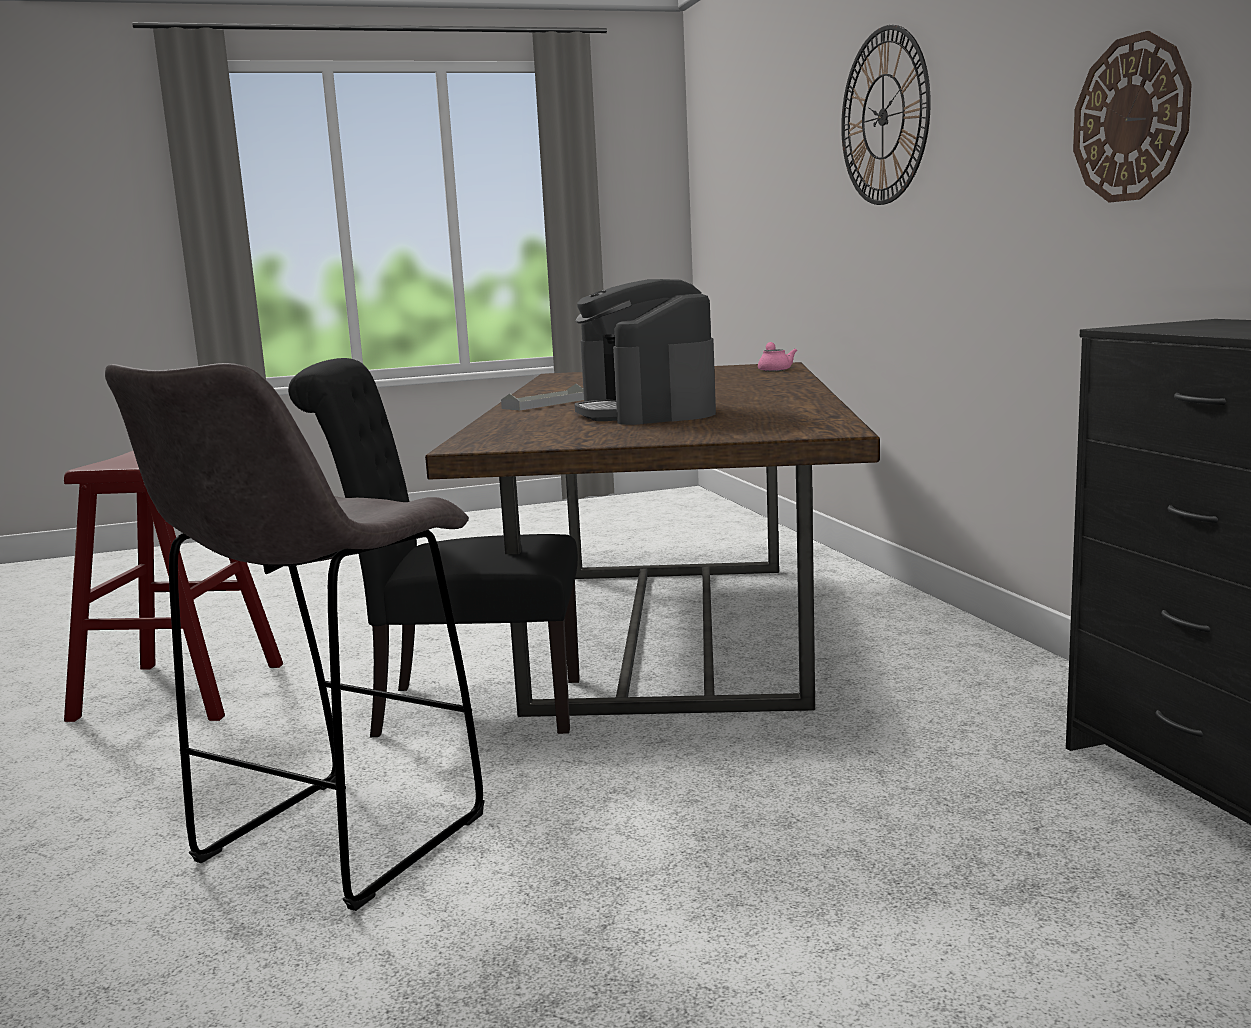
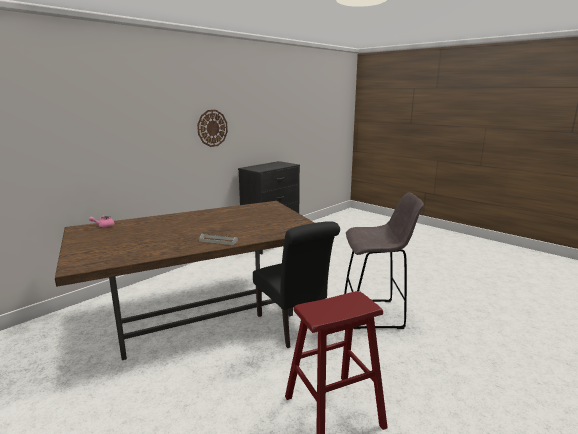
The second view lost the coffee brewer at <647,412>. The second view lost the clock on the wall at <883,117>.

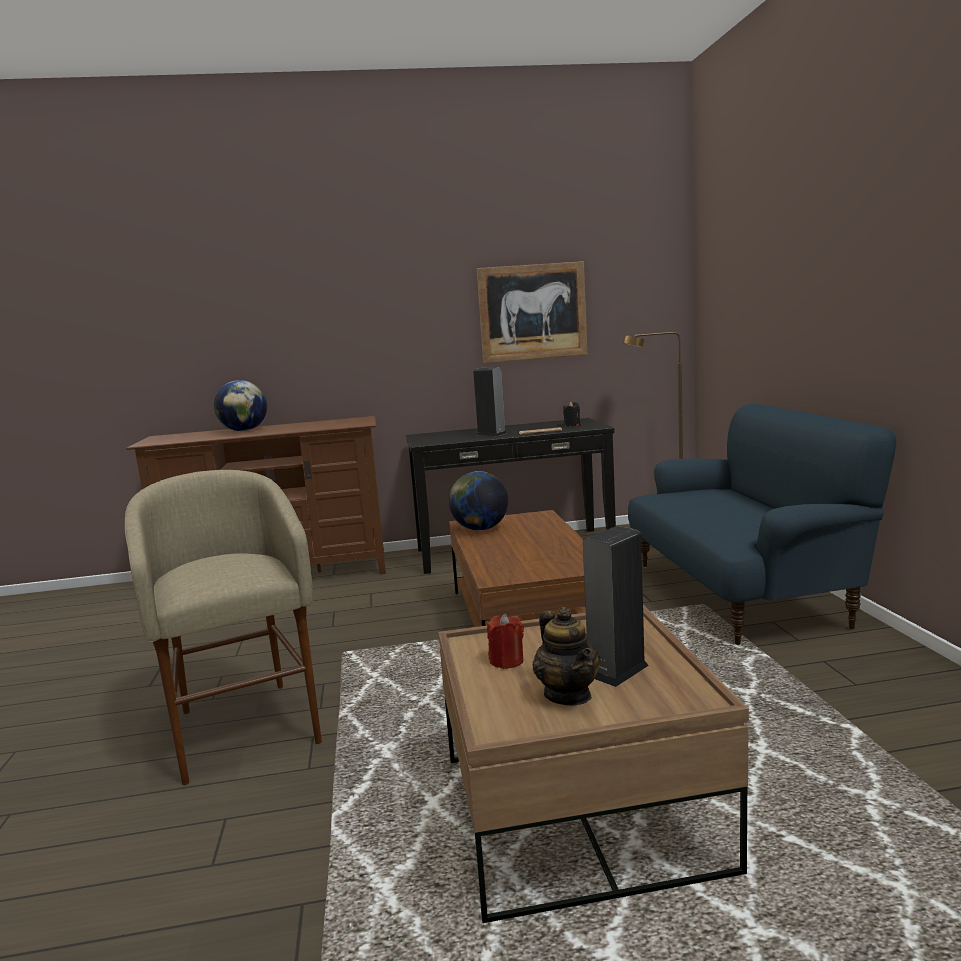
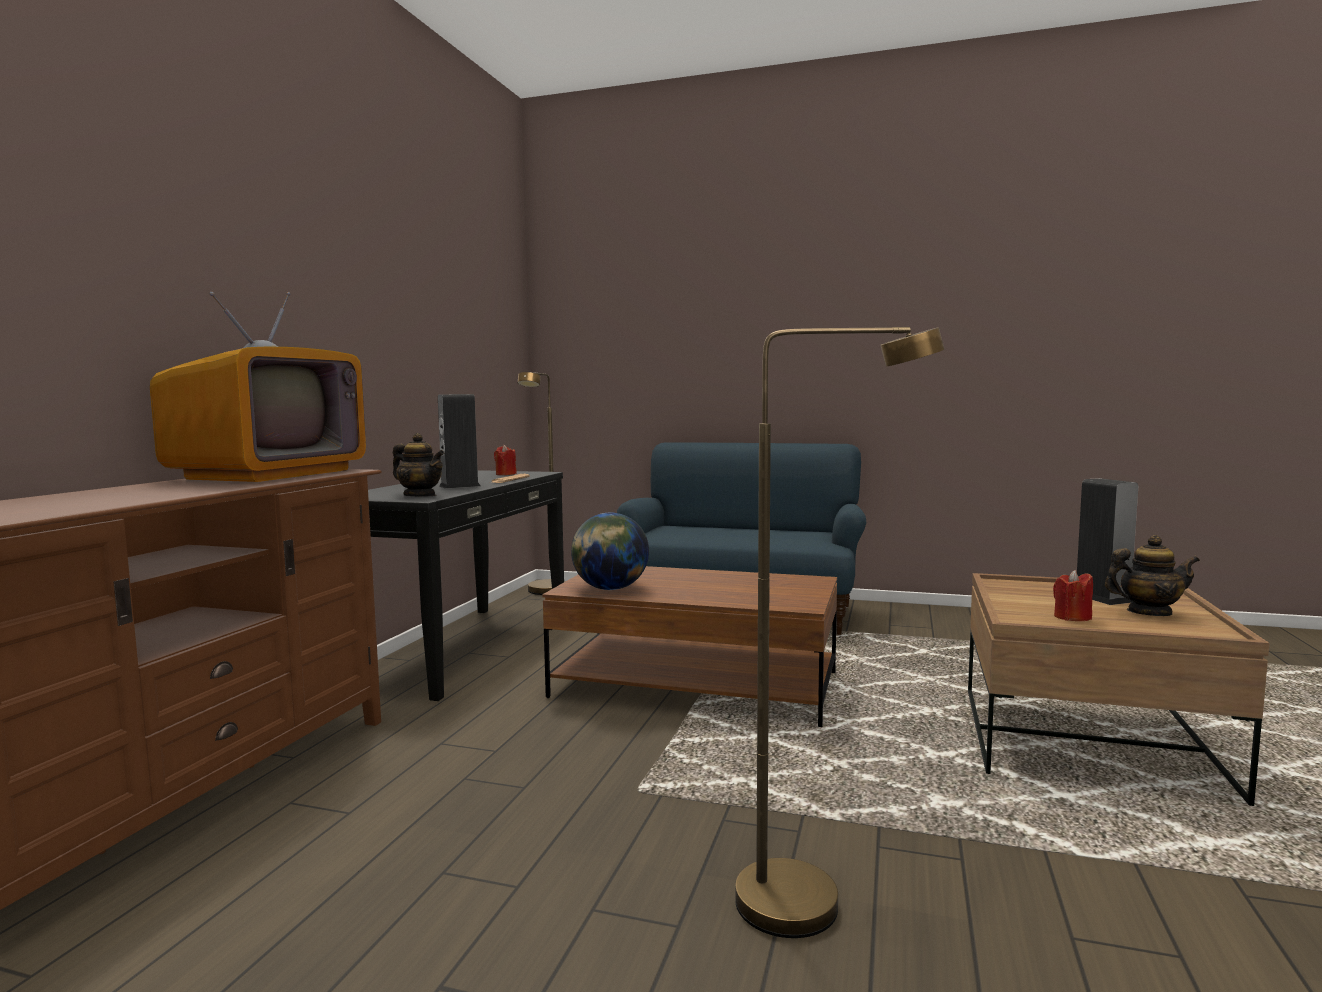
Where the sand-coloured stool seat stood at <243,728>, the brown standing lamp came to stand at <814,900>. The second view lost the world globe at <244,430>. The second view lost the wall picture at <532,312>. What was the black wax light at <572,425> turned into the reddish wax light at <505,474>. The second view gained the TV set at <269,474>. The second view gained the teapot at <420,496>.

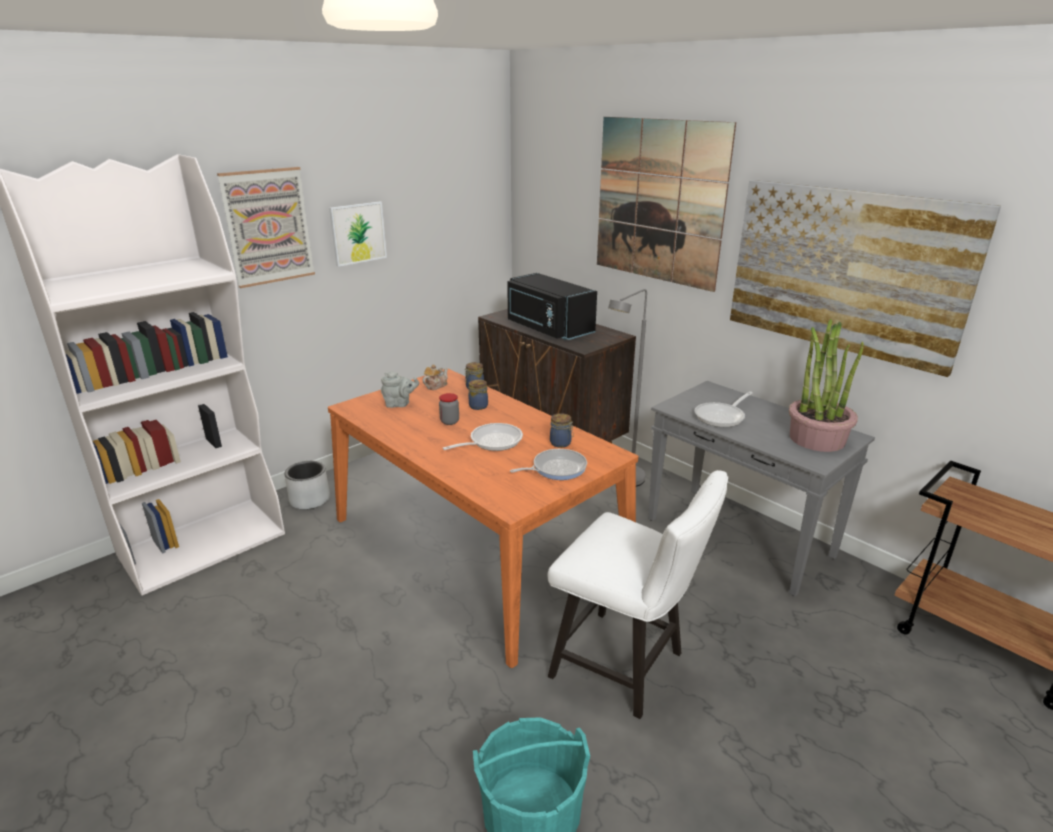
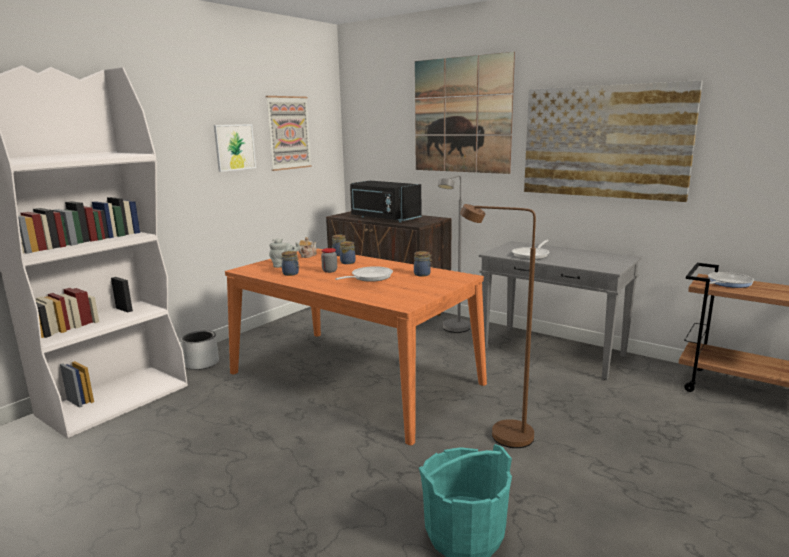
The wall picture ended up elsewhere, having gone from <268,227> to <288,133>. The frying pan ended up elsewhere, having gone from <556,468> to <728,283>. Where the whitish plain chair stood at <626,667>, the brown standing lamp came to stand at <500,434>. The second view lost the potted plant at <816,438>. The second view gained the jar at <291,274>.

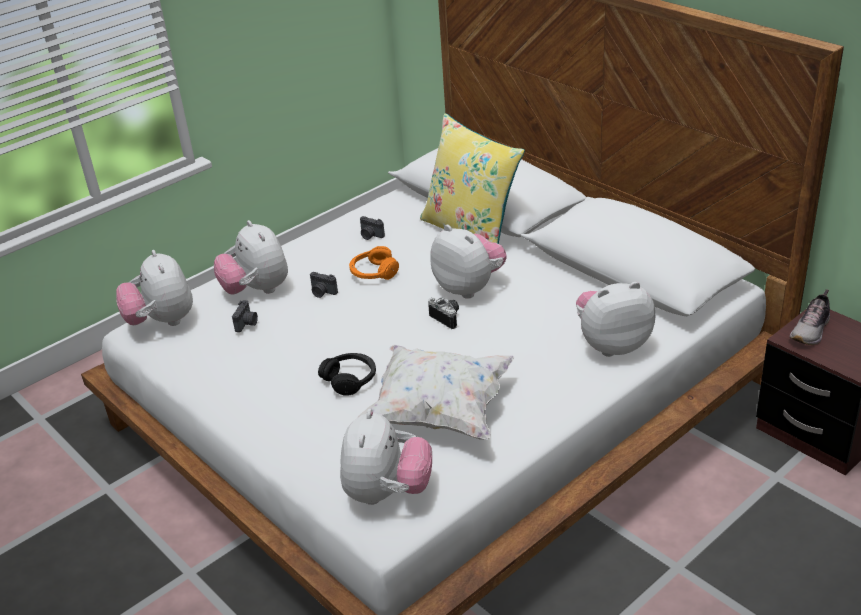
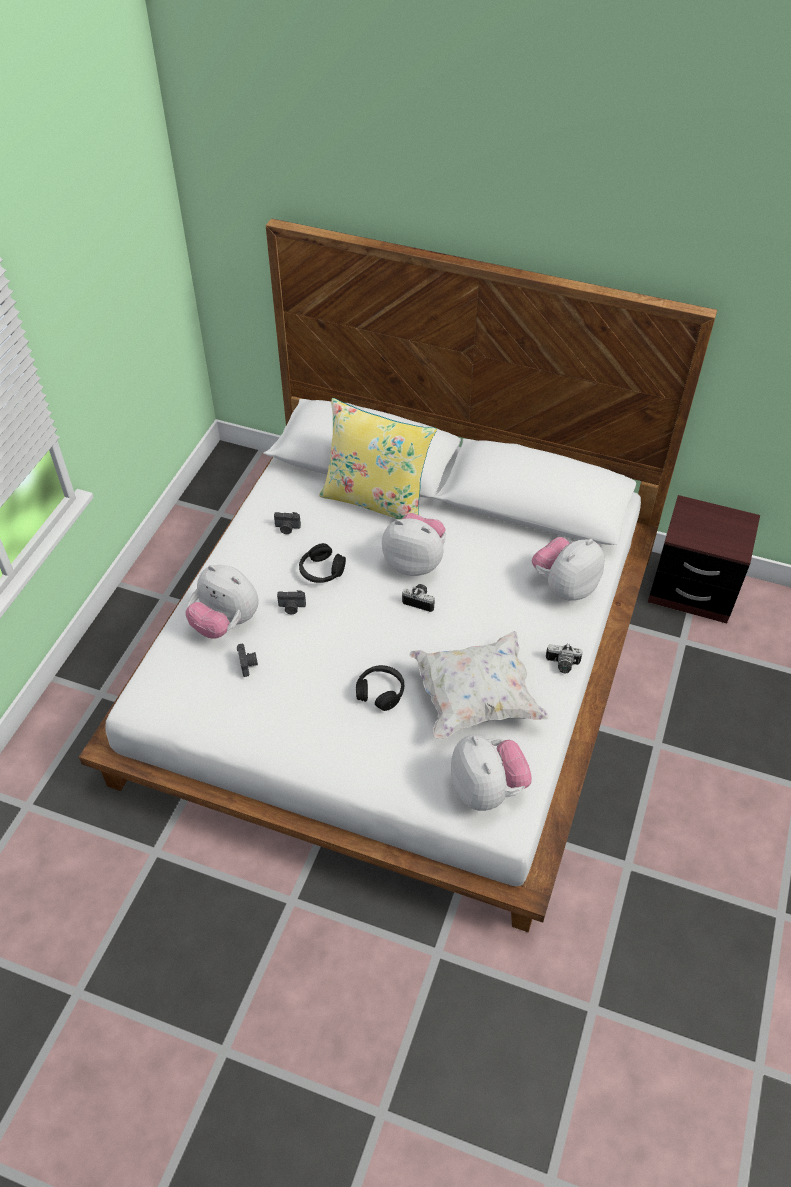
The second view lost the plush toy at <162,321>. What was the orange-coloured pair of headphones at <373,273> turned into the black pair of headphones at <321,571>. The second view lost the low shoe at <811,330>. The second view gained the still camera at <562,665>.

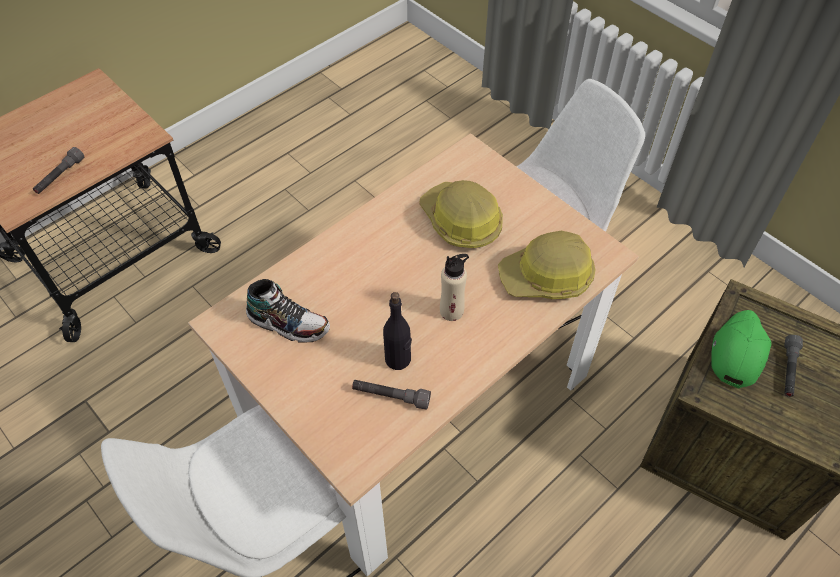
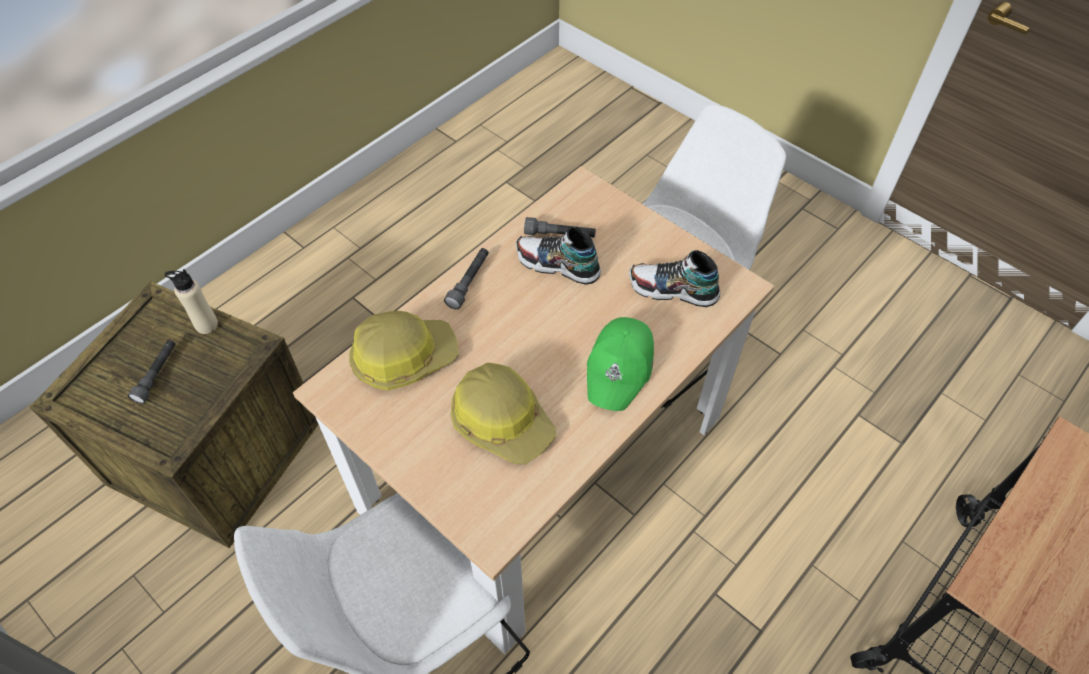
The gray torch ended up elsewhere, having gone from <60,176> to <469,282>. Where the black beverage bottle stood at <398,359>, the low shoe came to stand at <557,265>. The sand-coloured beverage bottle ended up elsewhere, having gone from <452,311> to <206,325>. The greenish baseball cap ended up elsewhere, having gone from <737,351> to <620,368>.

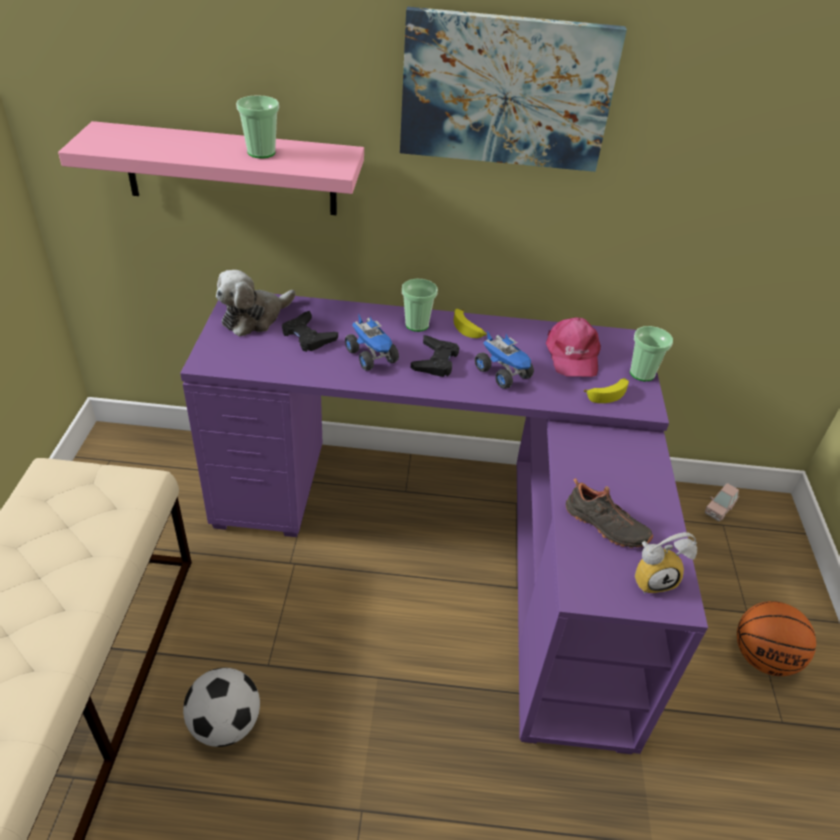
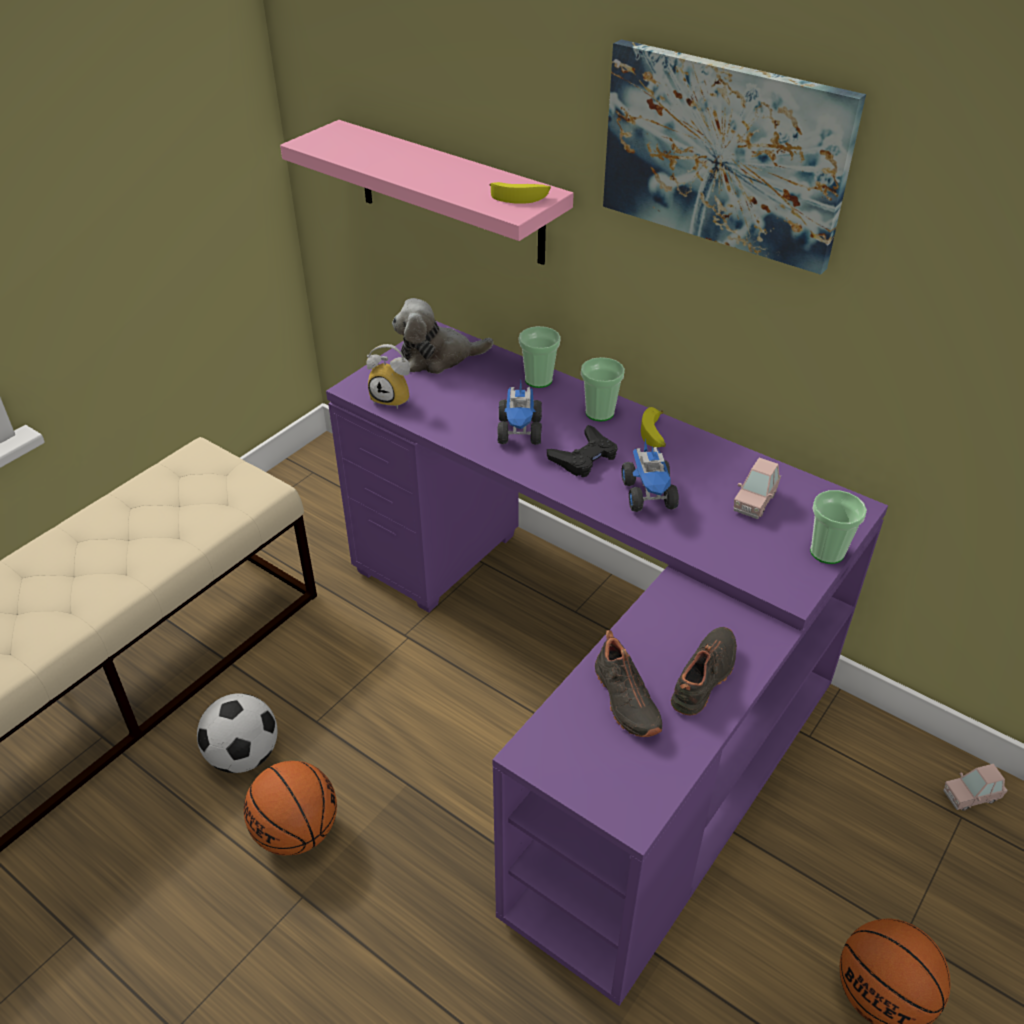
The cup ended up elsewhere, having gone from <261,153> to <538,380>. The second view lost the black gamepad at <308,336>. Where the pinkish baseball cap stood at <572,355>, the pinkish miniature car came to stand at <754,502>. The whole banana ended up elsewhere, having gone from <608,393> to <520,197>. The bedside clock ended up elsewhere, having gone from <653,578> to <394,398>. The second view gained the ball for basketball at <297,832>. The second view gained the black low shoe at <705,678>.

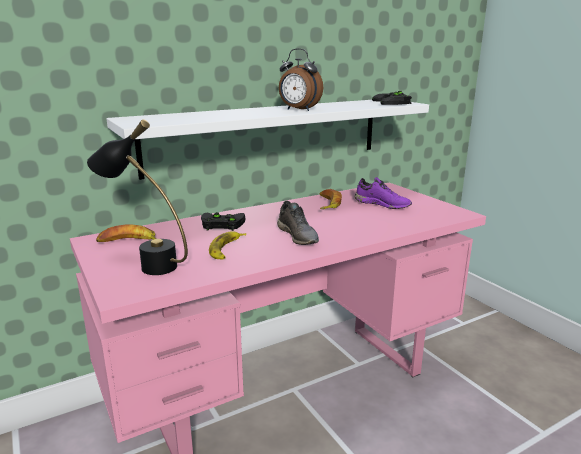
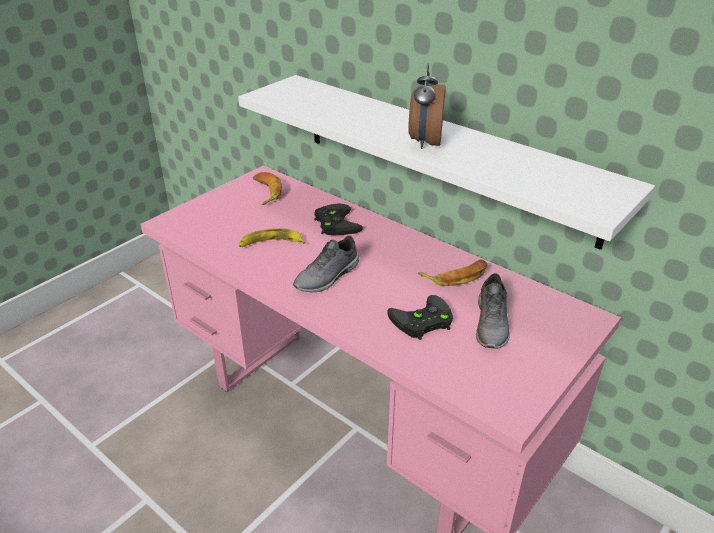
The second view lost the black table lamp at <146,264>. What was the purple low shoe at <382,204> turned into the gray low shoe at <492,324>. The black gamepad ended up elsewhere, having gone from <394,103> to <421,322>.

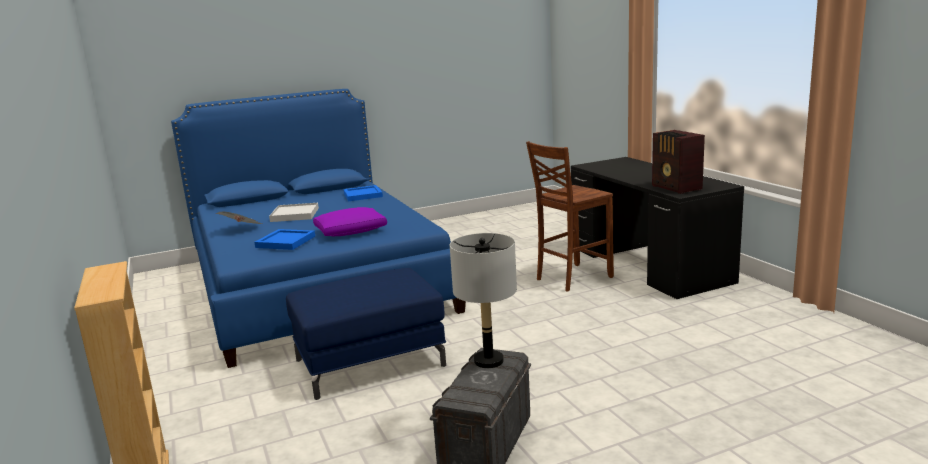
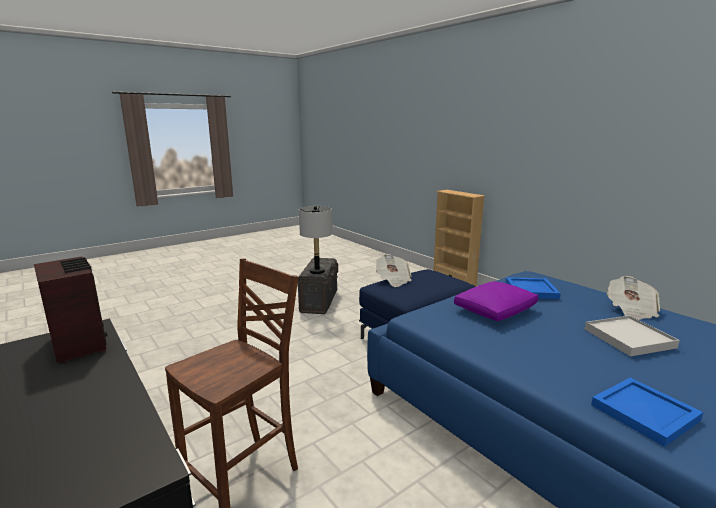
The second view gained the printed paper at <393,280>.

